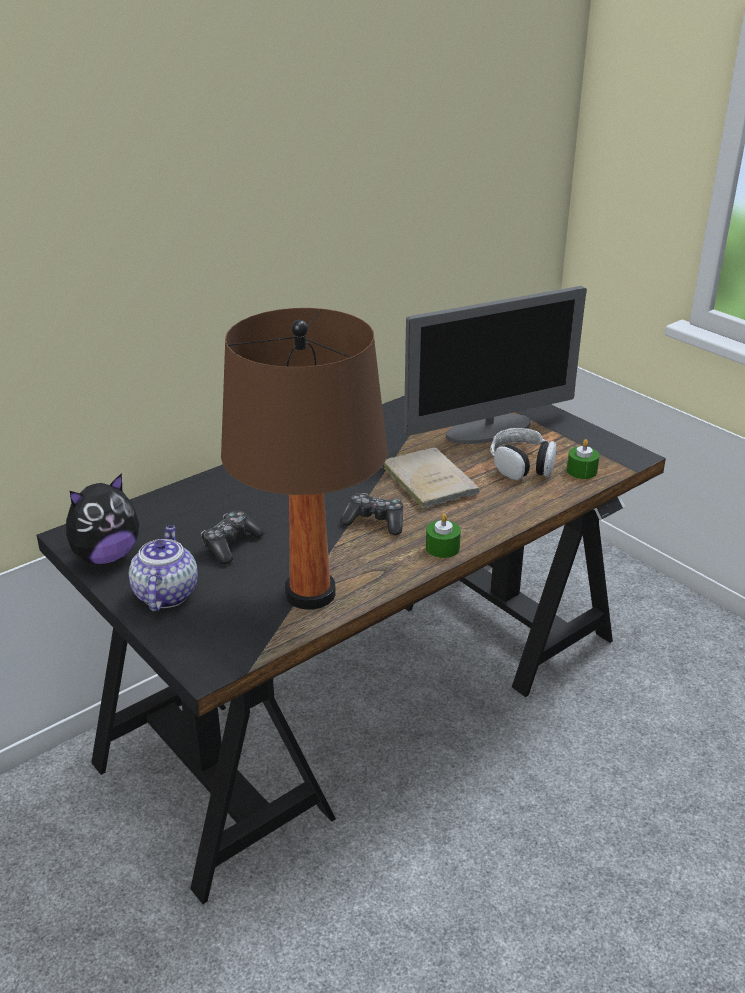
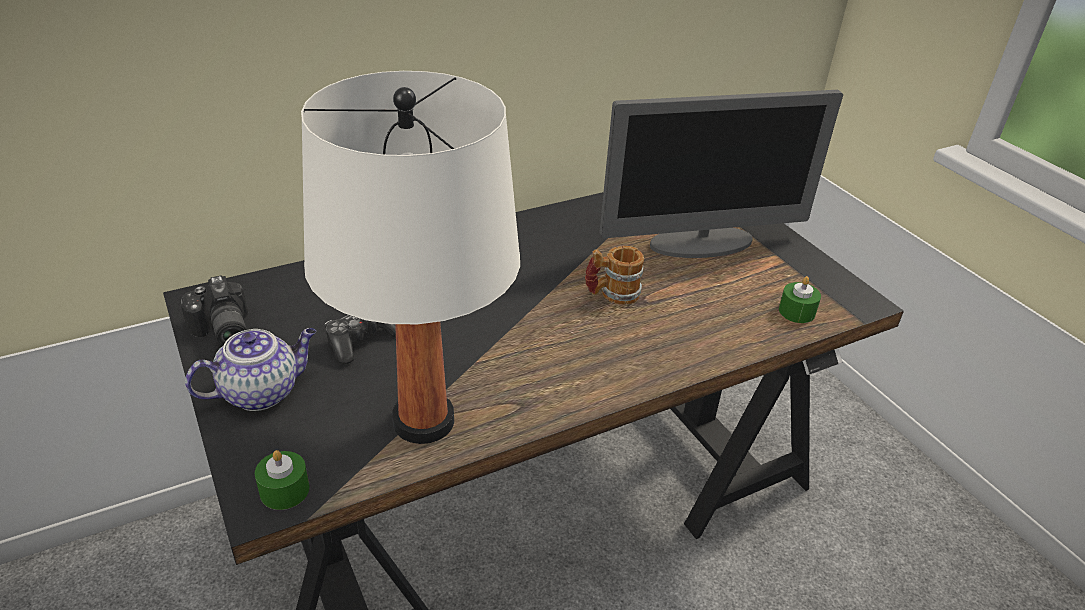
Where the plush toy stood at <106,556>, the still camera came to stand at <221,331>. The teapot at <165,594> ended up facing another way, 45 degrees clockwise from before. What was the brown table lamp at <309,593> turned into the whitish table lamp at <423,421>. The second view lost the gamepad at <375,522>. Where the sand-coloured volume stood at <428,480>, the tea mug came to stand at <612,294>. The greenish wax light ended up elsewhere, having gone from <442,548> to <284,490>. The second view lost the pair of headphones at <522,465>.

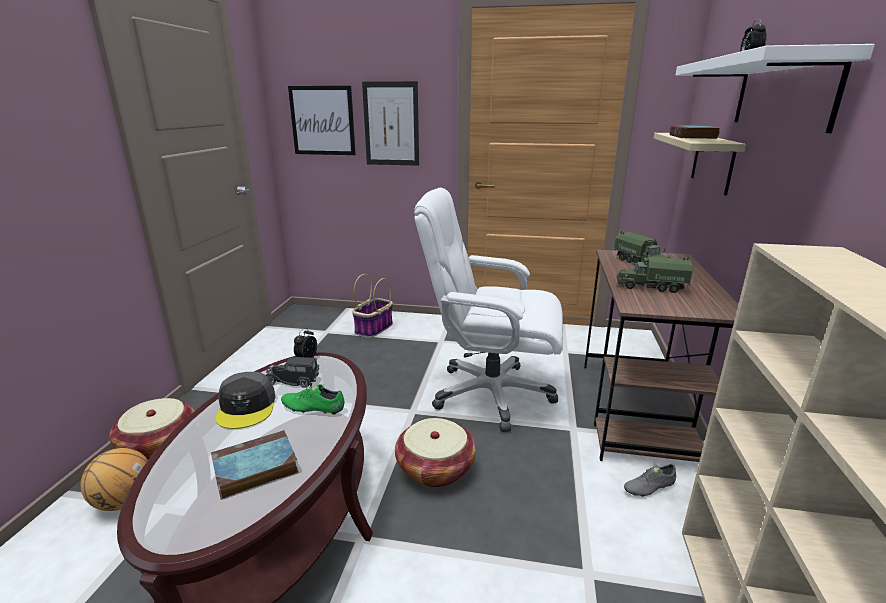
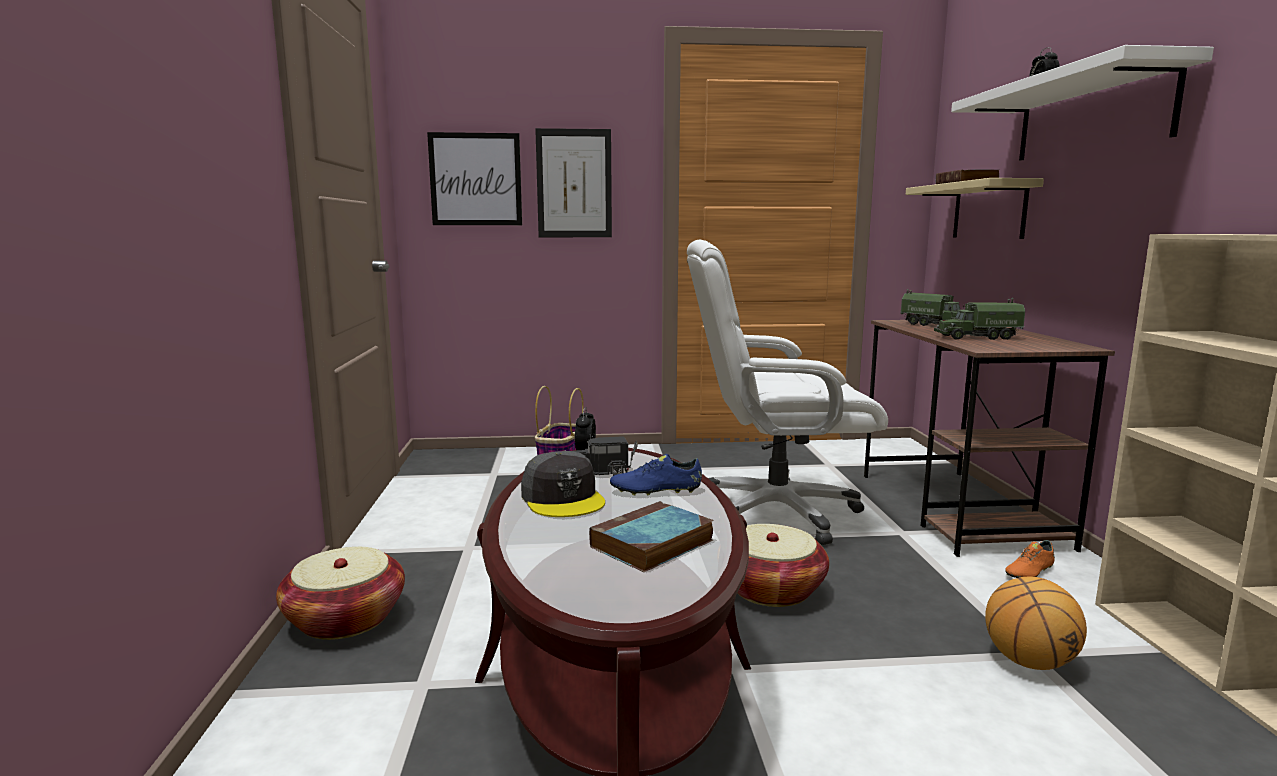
The ball for basketball ended up elsewhere, having gone from <124,501> to <1029,662>. What was the greenish low shoe at <313,408> turned into the bluish low shoe at <655,490>. What was the gray low shoe at <649,487> turned into the orange-coloured low shoe at <1029,572>.

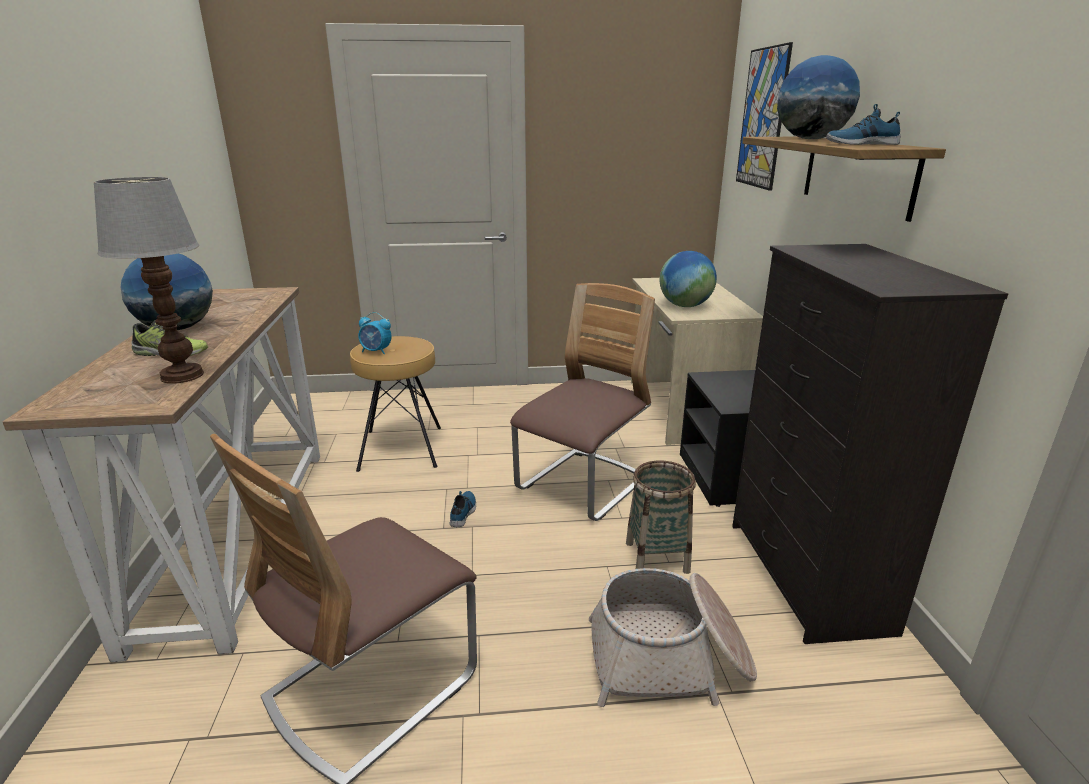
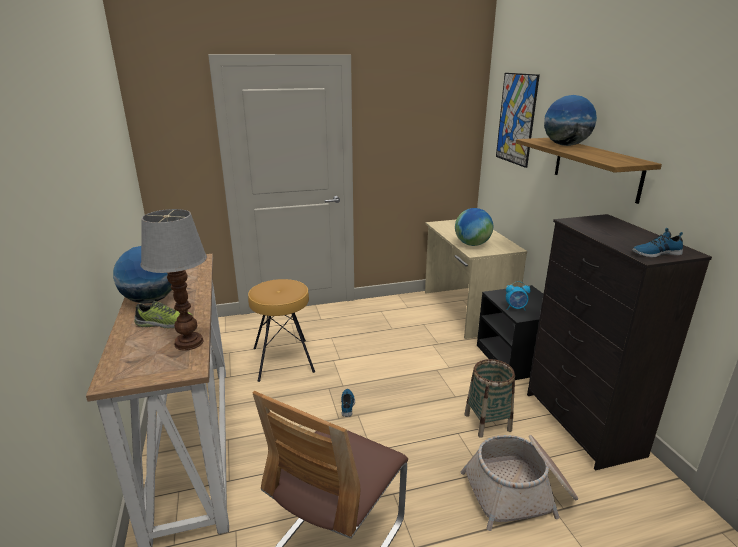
The bedside clock ended up elsewhere, having gone from <376,351> to <515,308>. The second view lost the plain chair at <582,486>. The low shoe ended up elsewhere, having gone from <861,144> to <655,253>.

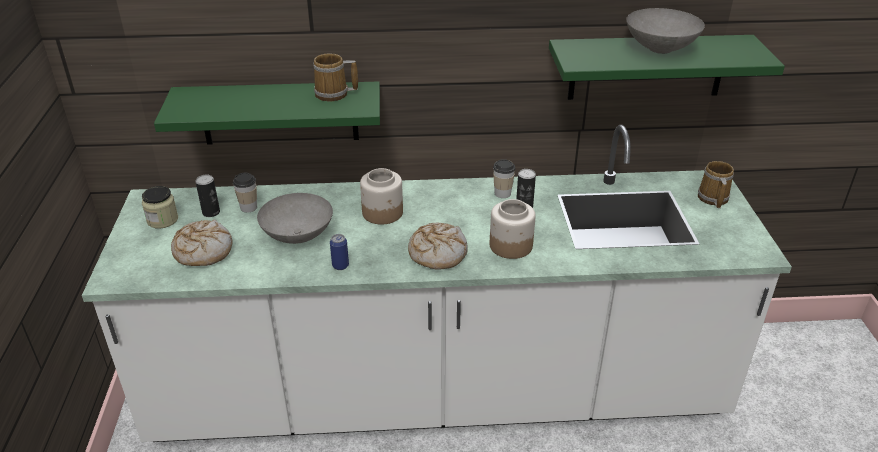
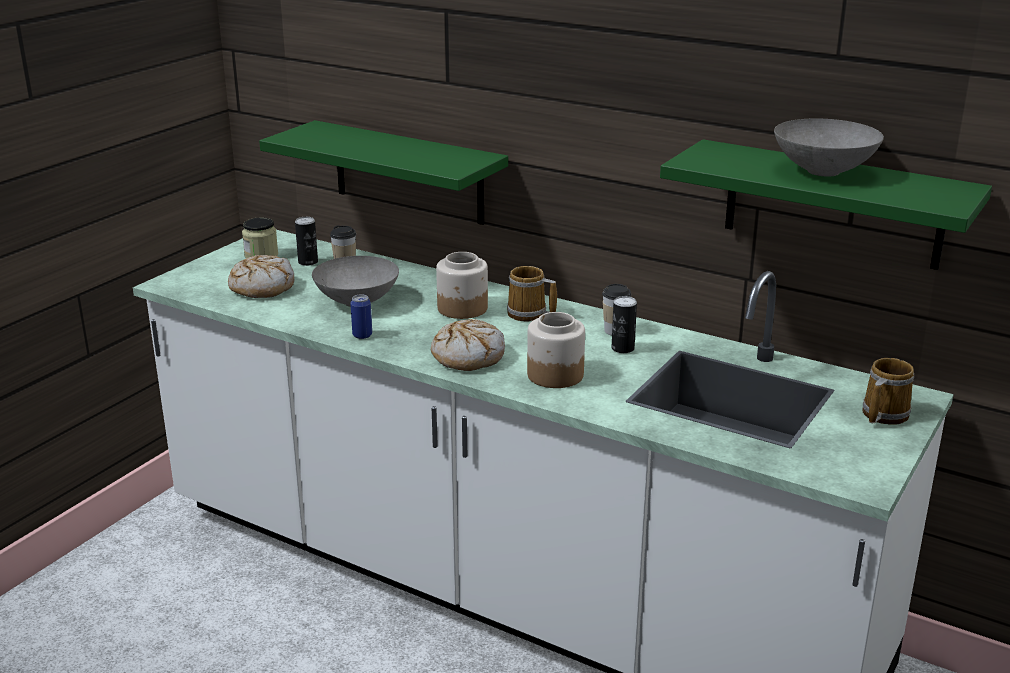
The tea mug ended up elsewhere, having gone from <334,94> to <528,314>.

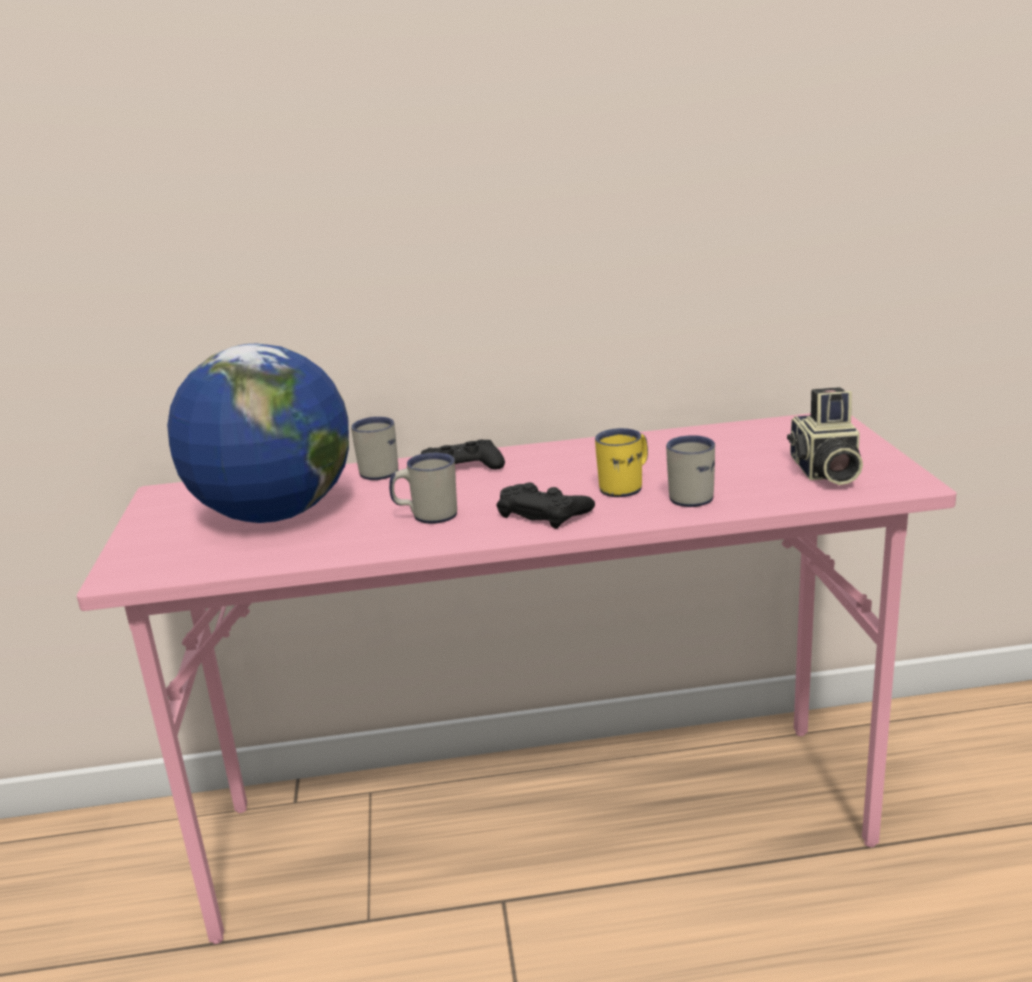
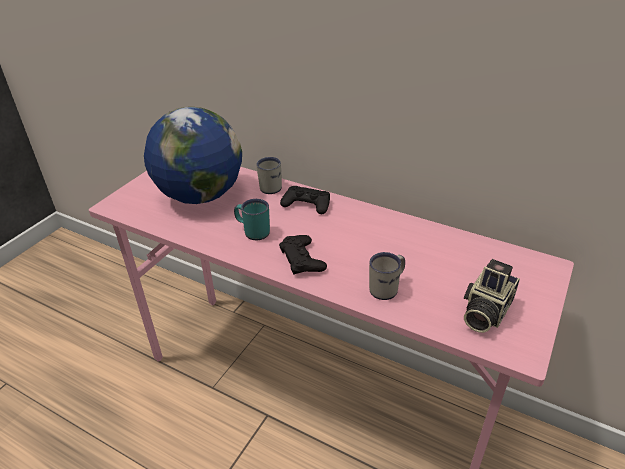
What was the whitish tea mug at <426,516> turned into the blue-green tea mug at <253,231>. The second view lost the yellowish tea mug at <626,487>.

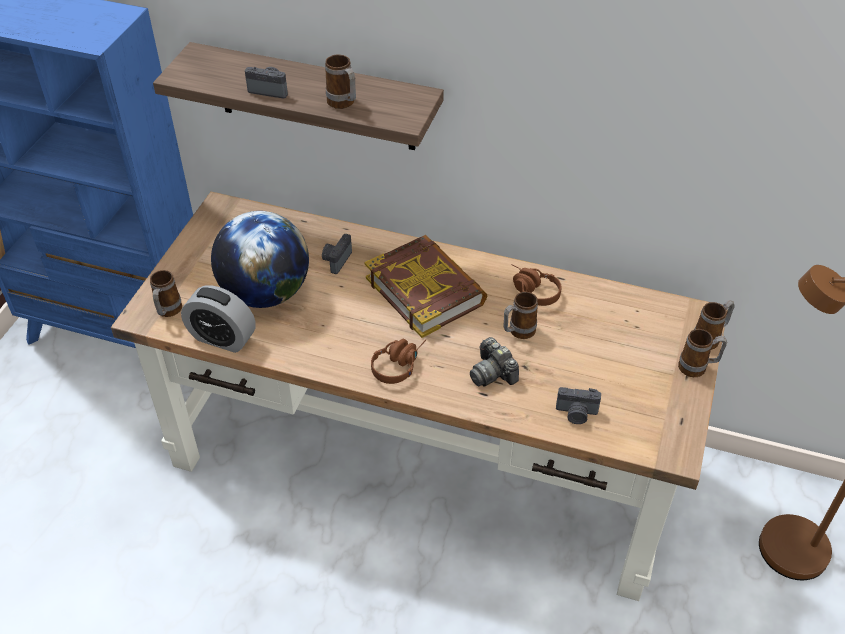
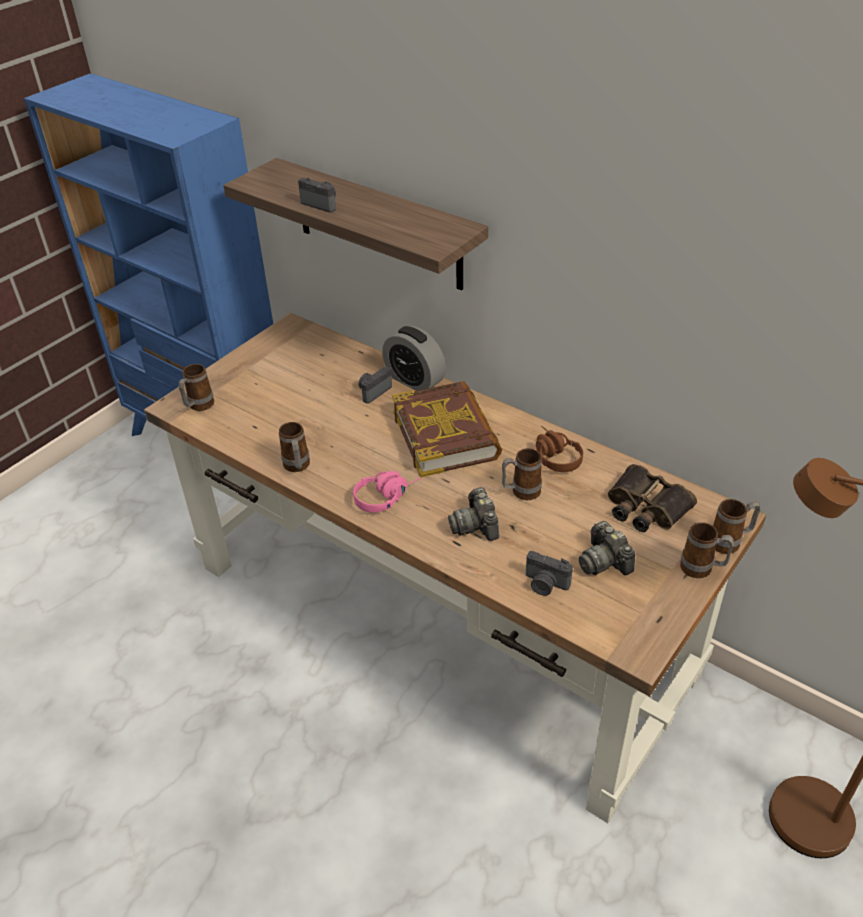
The bedside clock ended up elsewhere, having gone from <222,338> to <414,380>. The second view lost the world globe at <265,293>. The tea mug ended up elsewhere, having gone from <343,104> to <297,467>. What was the brown pair of headphones at <399,364> turned into the pinkish pair of headphones at <387,496>. The second view gained the still camera at <604,561>. The second view gained the binoculars at <645,507>.

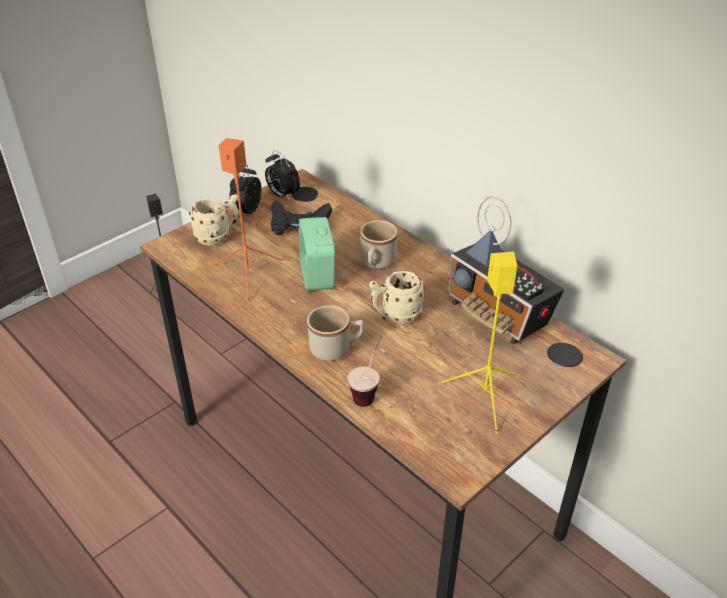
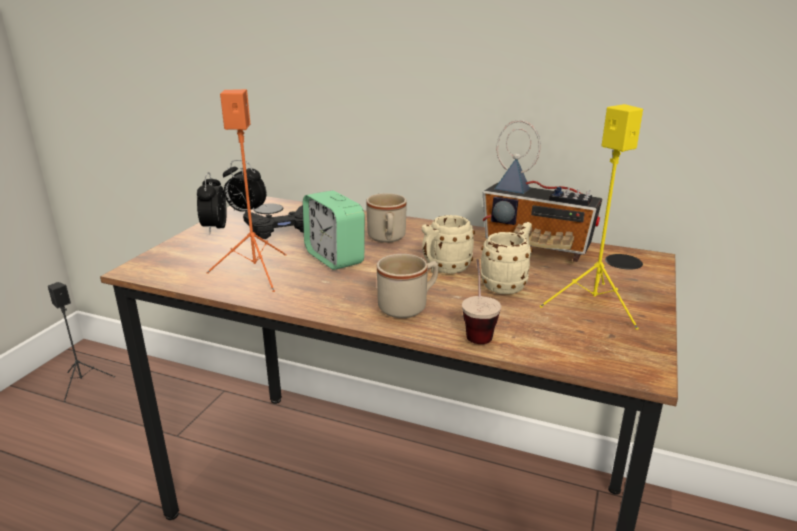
The sand-coloured tea mug ended up elsewhere, having gone from <218,237> to <508,284>.

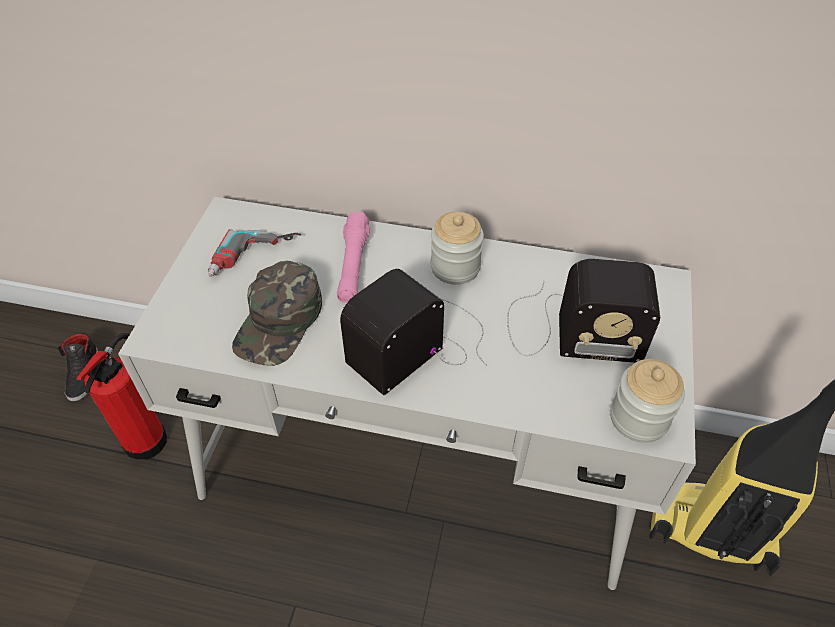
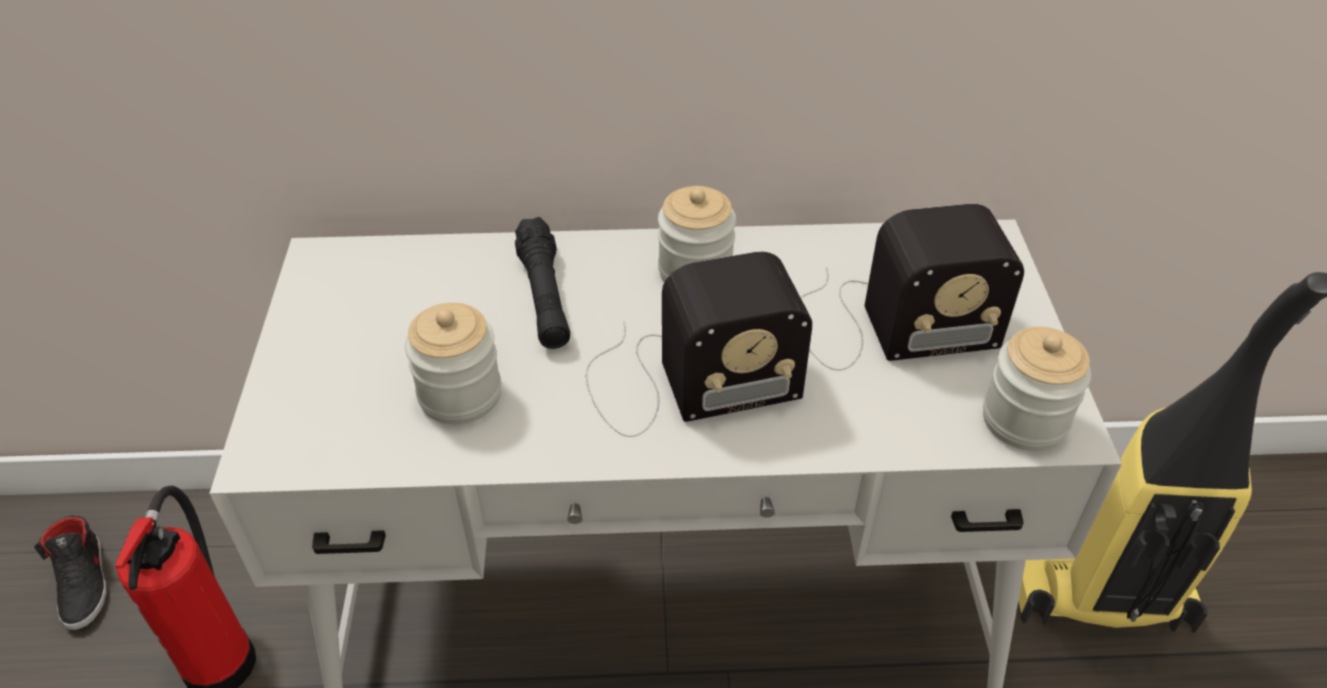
The second view lost the drill at <255,259>. Where the greenish baseball cap stood at <280,321>, the jar came to stand at <460,394>. What was the pinkish torch at <353,265> turned into the black torch at <544,295>. The radio receiver at <421,342> ended up facing another way, 135 degrees counterclockwise from before.

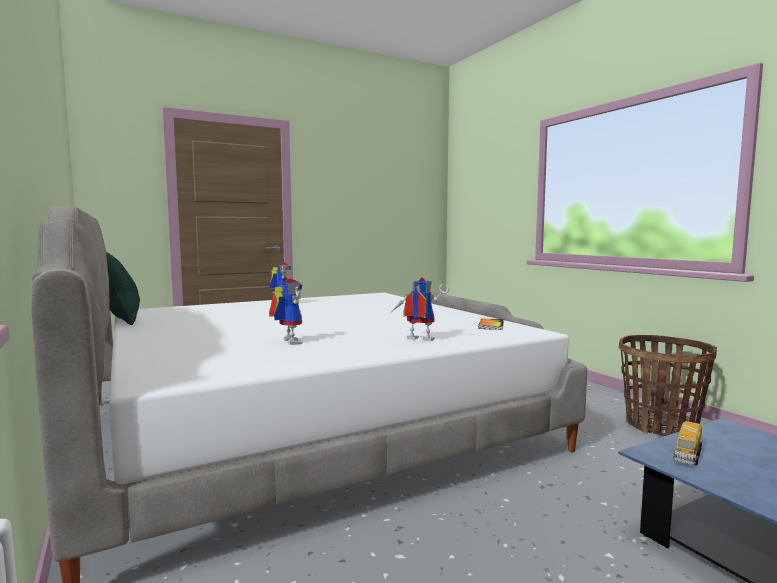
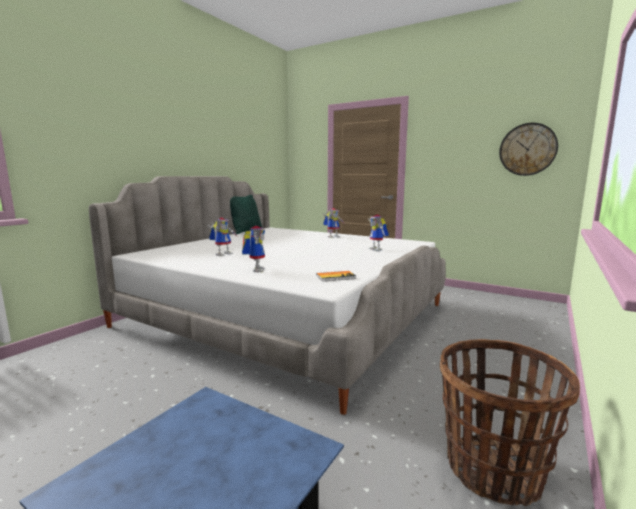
The second view lost the toy lorry at <687,455>. The second view gained the toy robot at <378,249>. The second view gained the clock on the wall at <527,149>.

